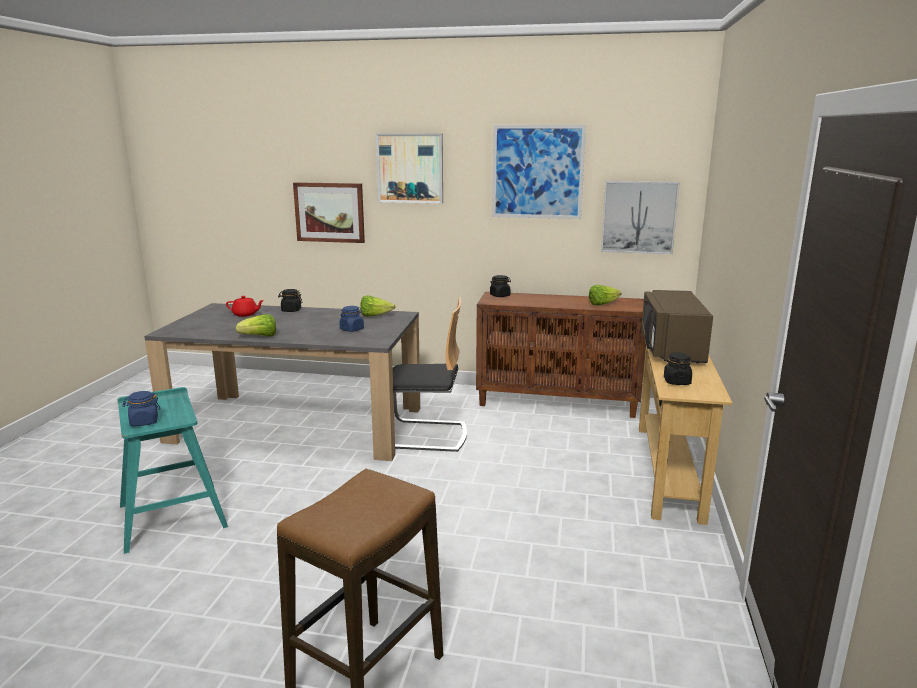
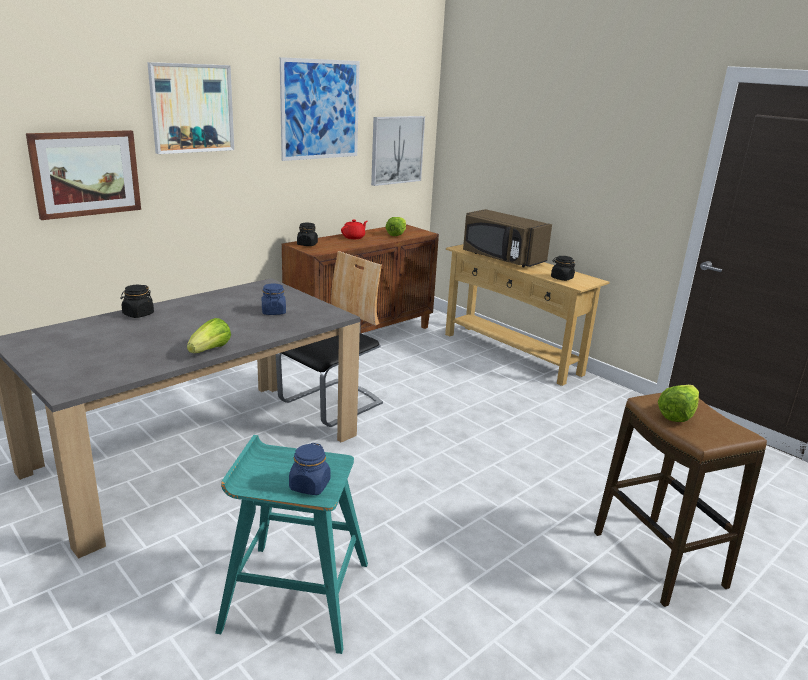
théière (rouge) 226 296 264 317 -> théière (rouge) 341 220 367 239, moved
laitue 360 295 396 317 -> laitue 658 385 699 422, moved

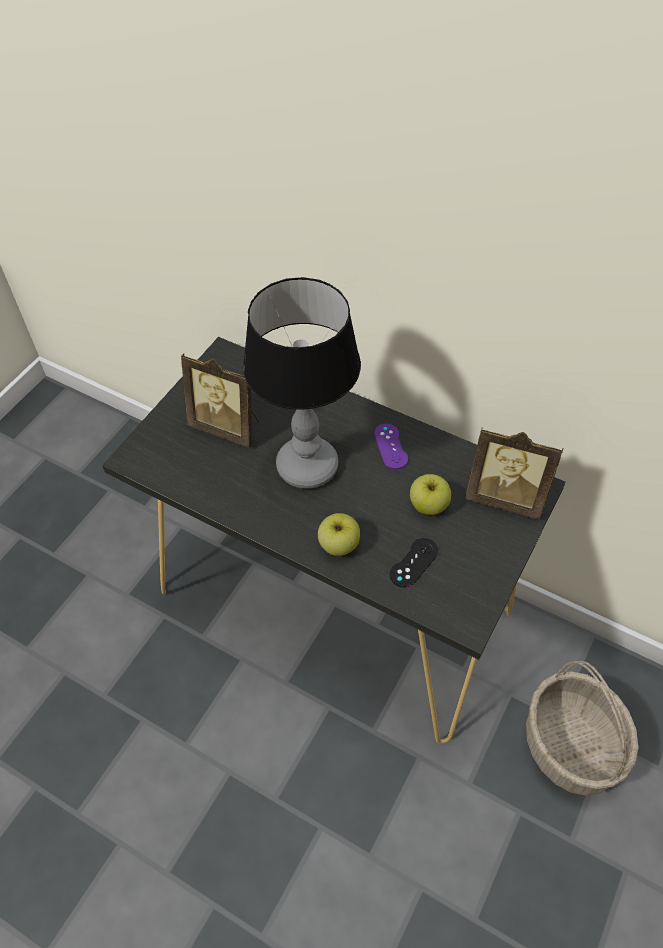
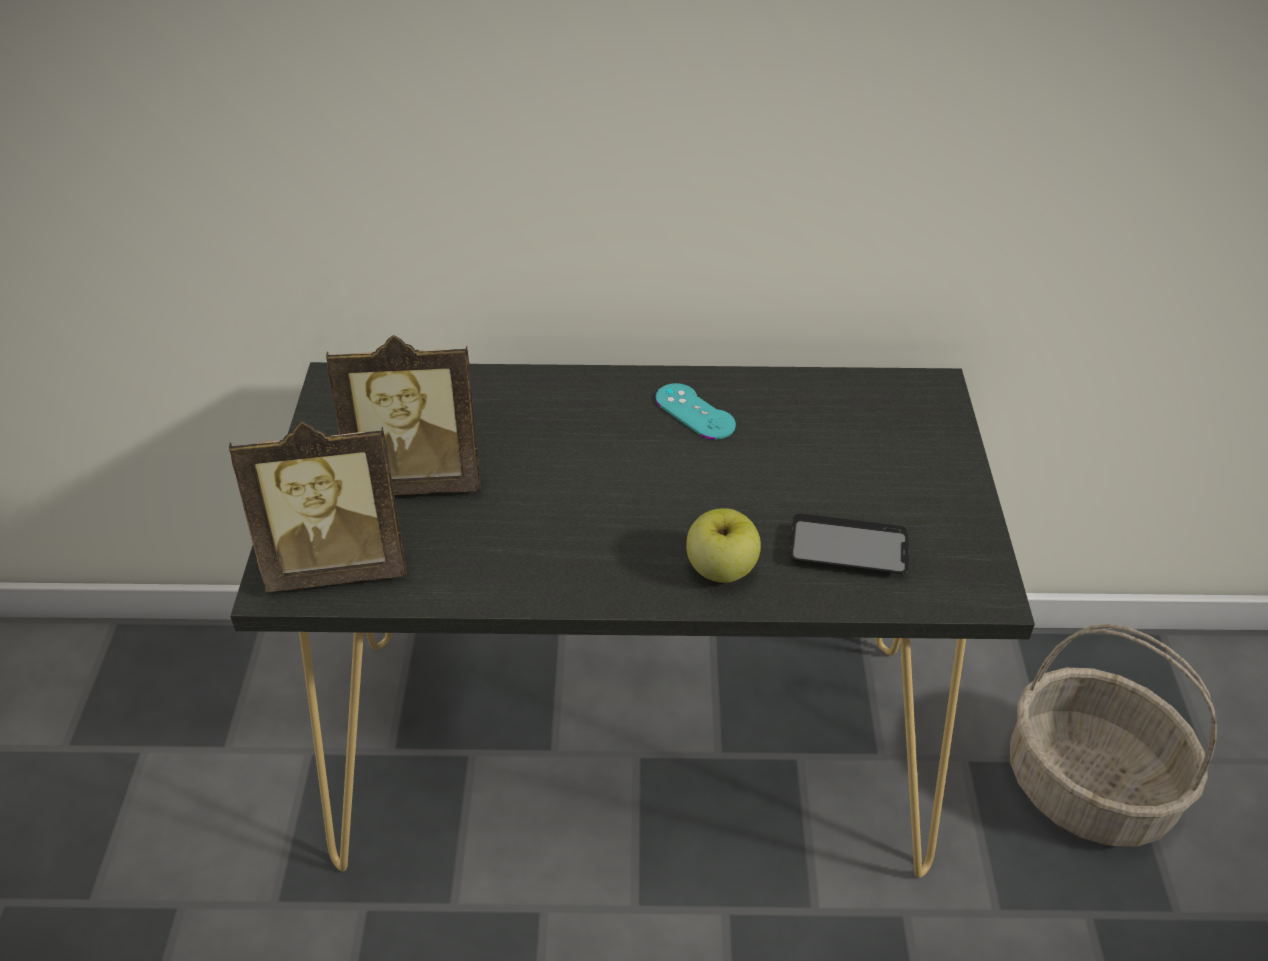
lampe de table 243 277 361 489 -> none
pomme 410 474 451 515 -> none
cadre photo 465 427 563 519 -> cadre photo 229 422 407 592, moved
manette (noir) 390 538 438 588 -> téléphone 790 513 909 574
manette (violet) 374 424 408 469 -> manette (turquoise) 655 383 736 440

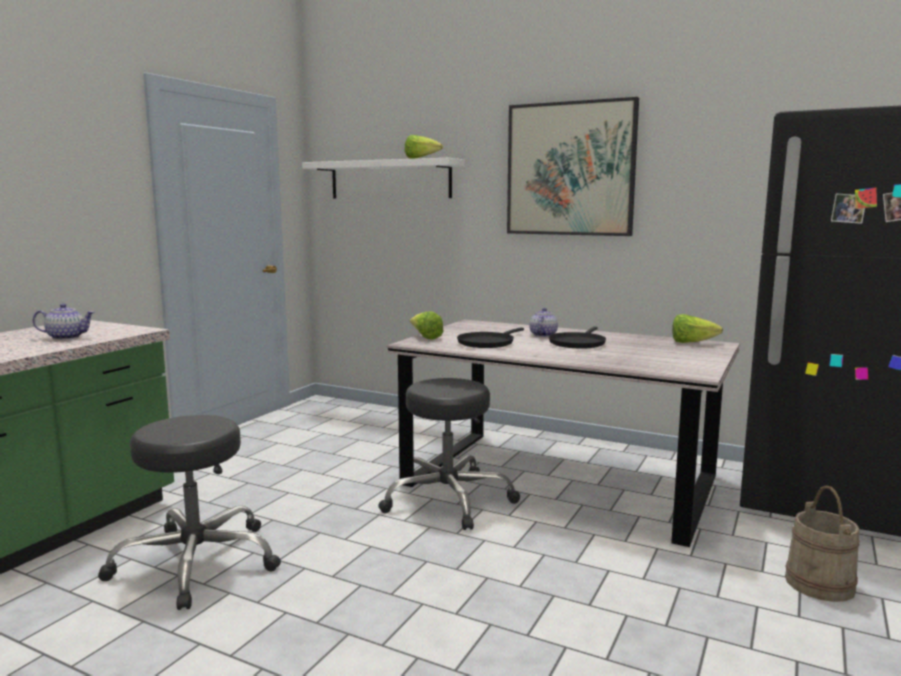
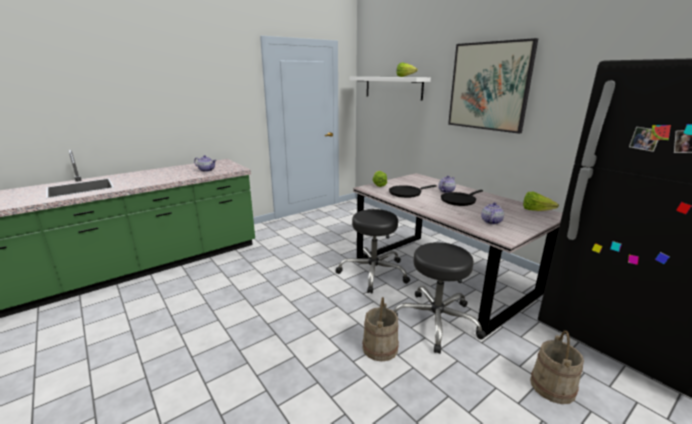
none -> seau (beige) 362 297 399 361
none -> théière 481 202 504 225
tabouret (noir) 98 415 281 610 -> tabouret (noir) 394 242 486 354, moved

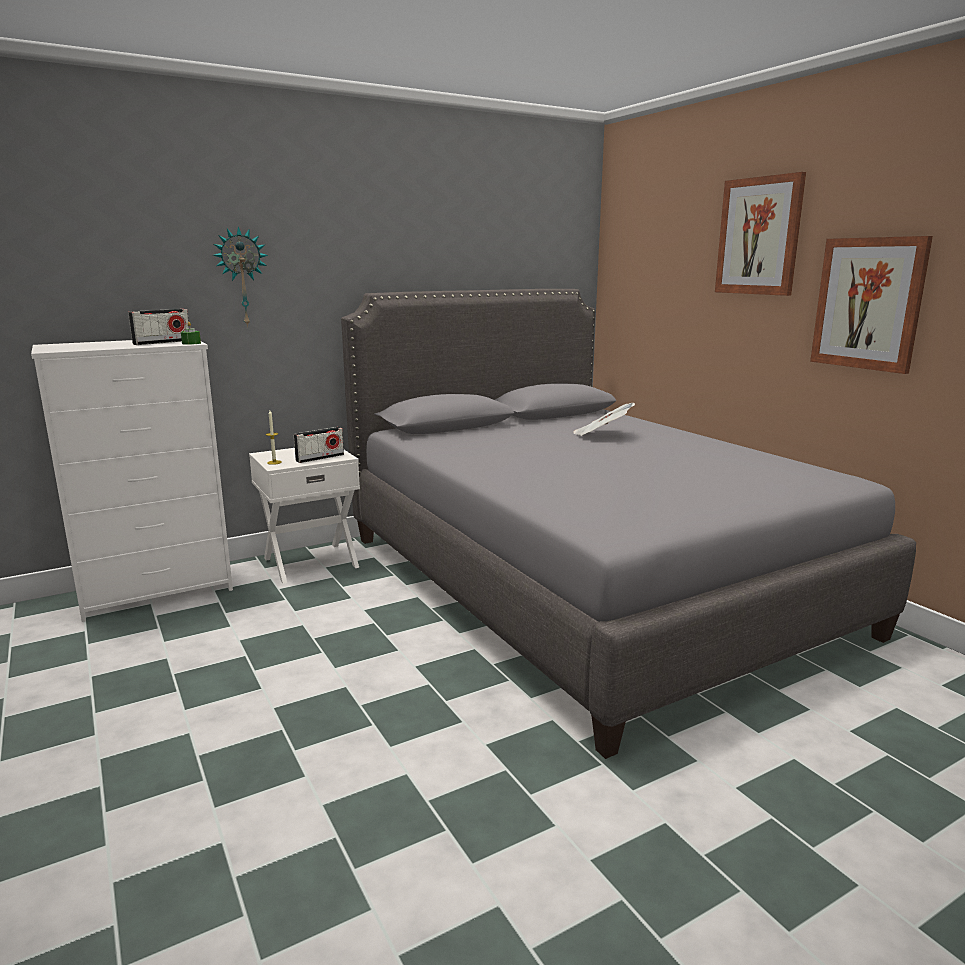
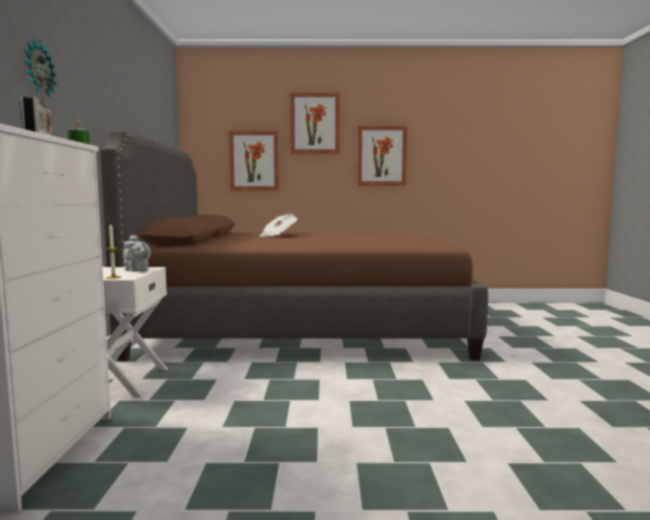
none -> tableau 229 131 279 191
radio 294 427 344 463 -> théière (gris) 123 235 151 272
lit (gris) 341 289 916 759 -> lit (marron) 99 130 488 361

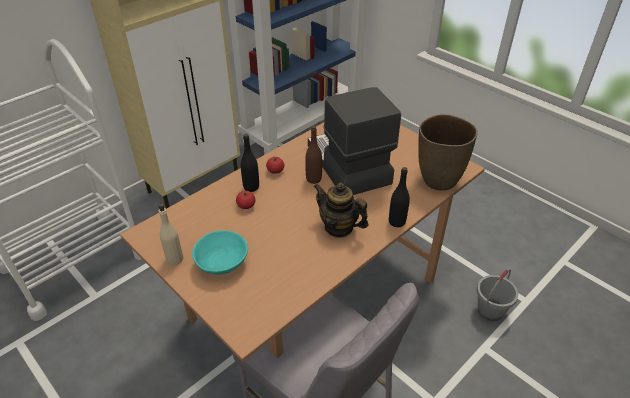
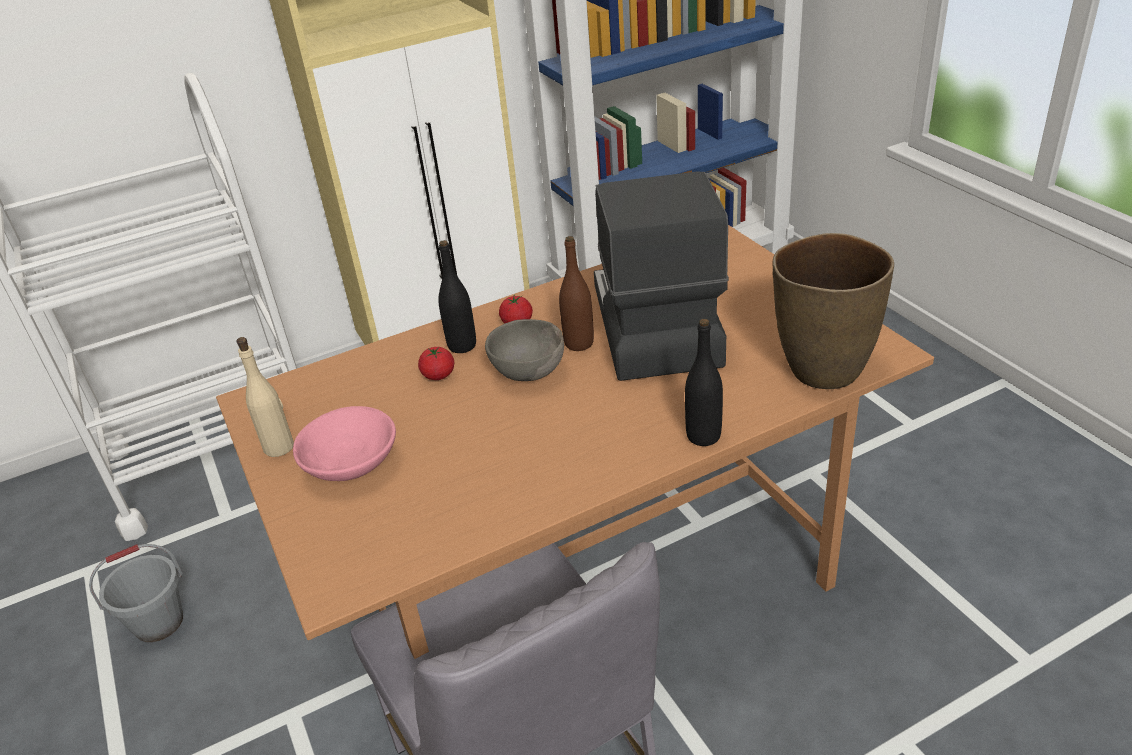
théière 313 183 369 238 -> none
none -> bol (gris) 485 319 564 381
seau (gris) 477 269 518 321 -> seau (gris) 89 544 183 642, moved
bol (turquoise) 192 230 248 275 -> bol (rose) 293 406 396 481

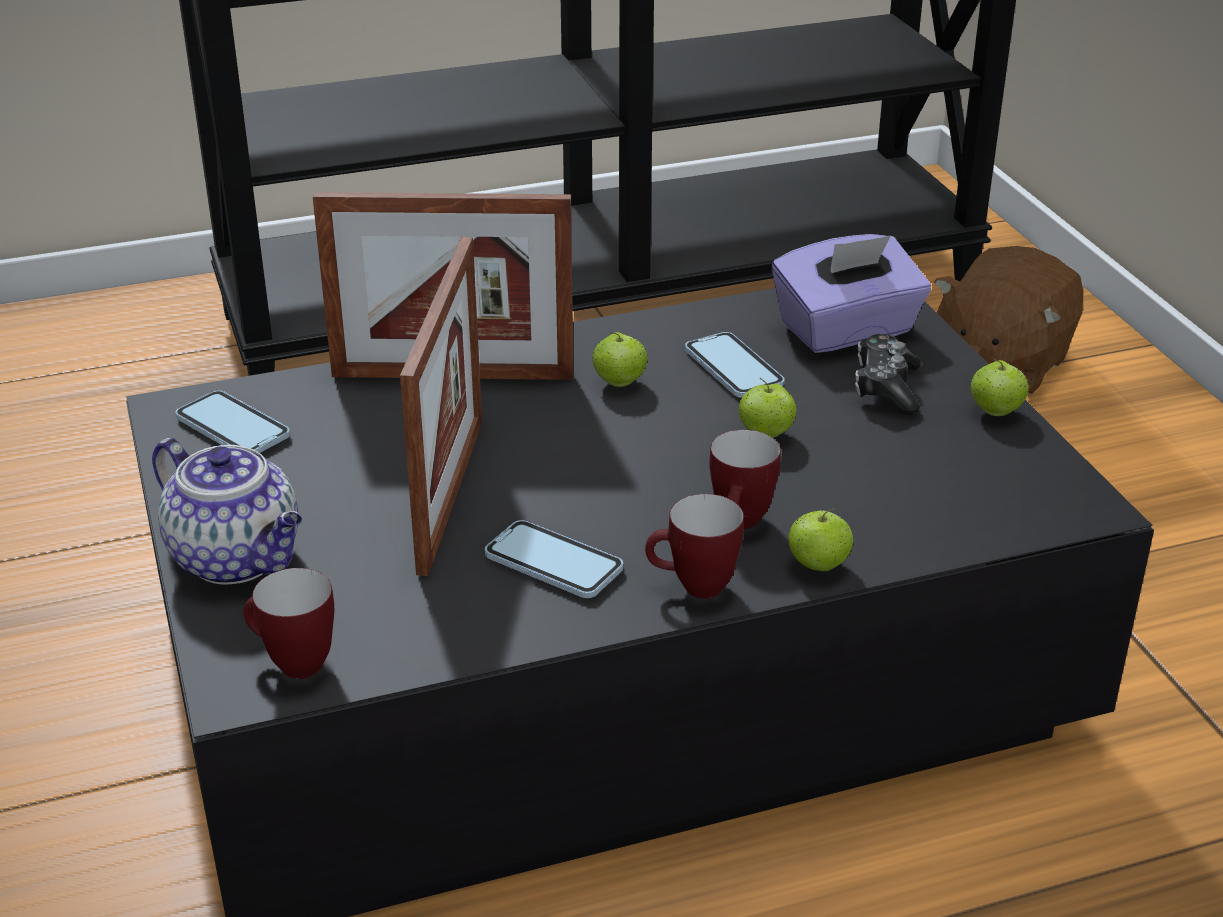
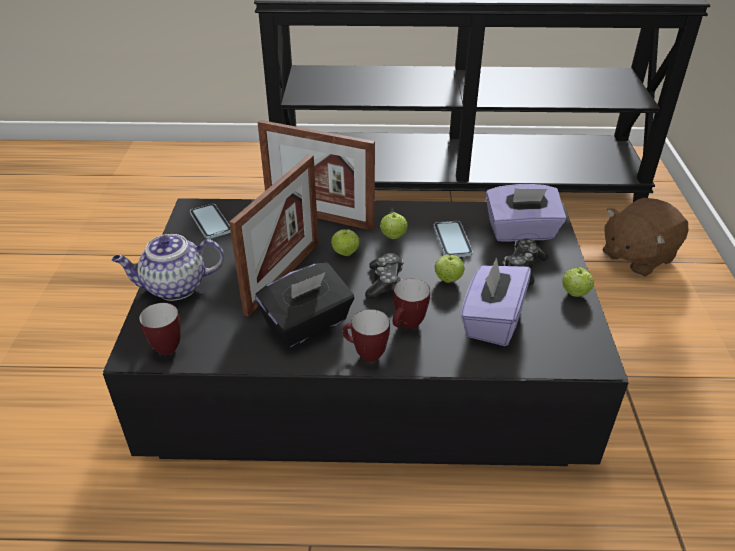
none -> manette 365 253 404 299
none -> boîte à mouchoirs (violet) 461 257 531 346
pomme 788 508 853 571 -> pomme 331 229 359 256, moved
téléphone 485 520 623 598 -> boîte à mouchoirs (noir) 255 262 354 347
théière 152 438 302 585 -> théière 112 234 224 301, 105 degrees clockwise

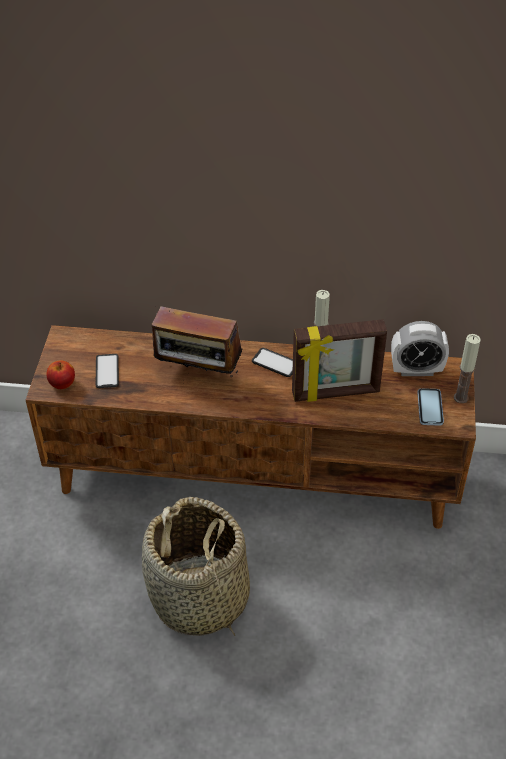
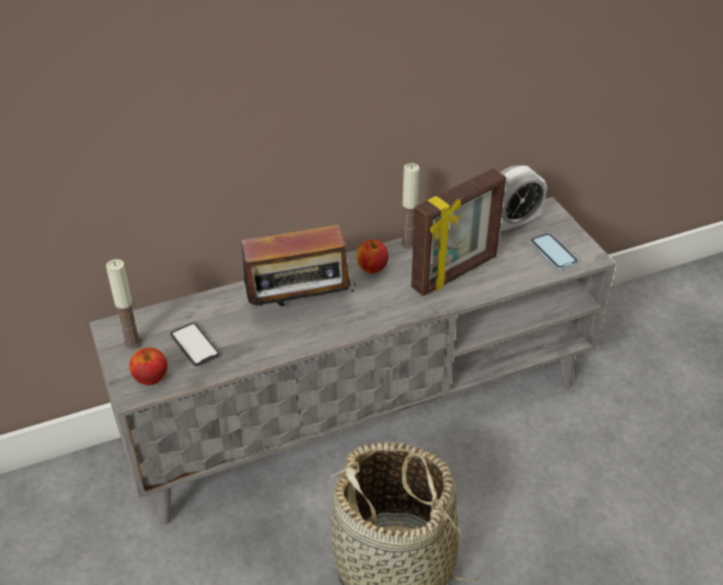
bougie 454 334 481 403 -> bougie 106 259 142 349, moved
téléphone 252 348 293 377 -> pomme 356 239 388 273
meuble télé (marron) 26 325 476 529 -> meuble télé (gris) 89 197 616 525

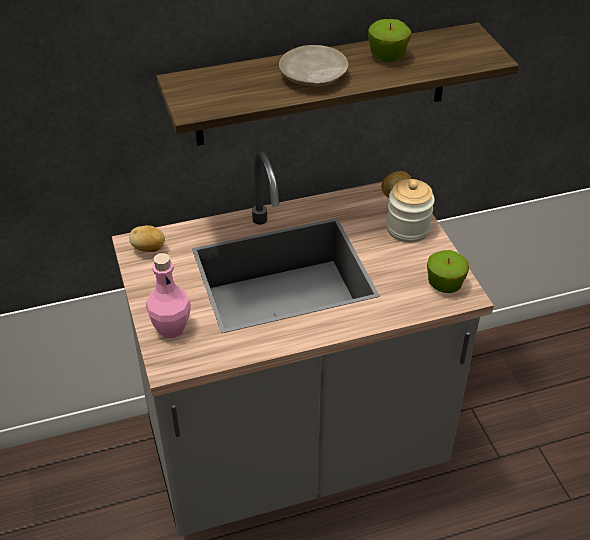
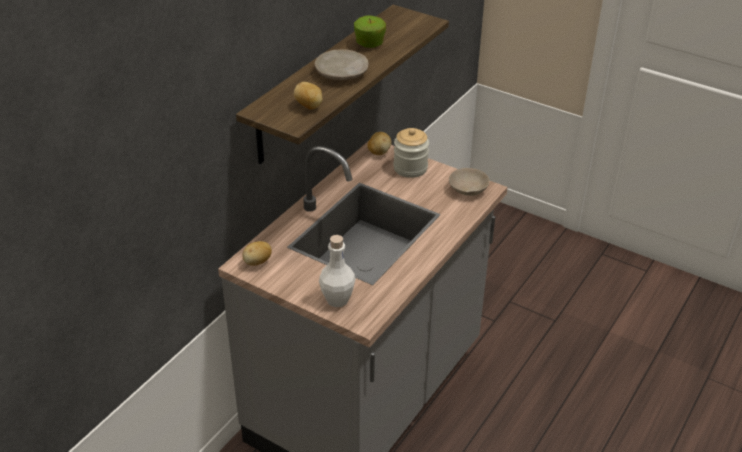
none -> pomme de terre 294 82 323 110
pomme 427 250 469 293 -> bol (beige) 449 168 490 196
bouteille (rose) 146 253 191 338 -> bouteille (blanc) 319 235 356 307

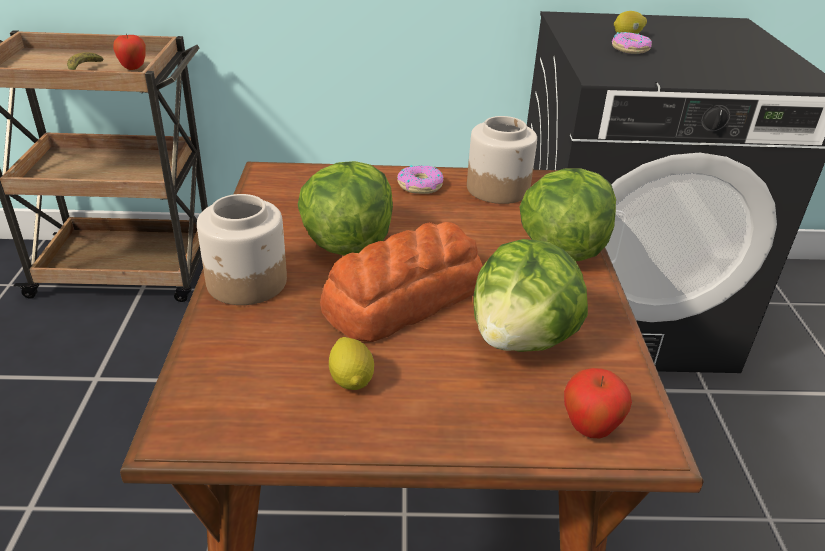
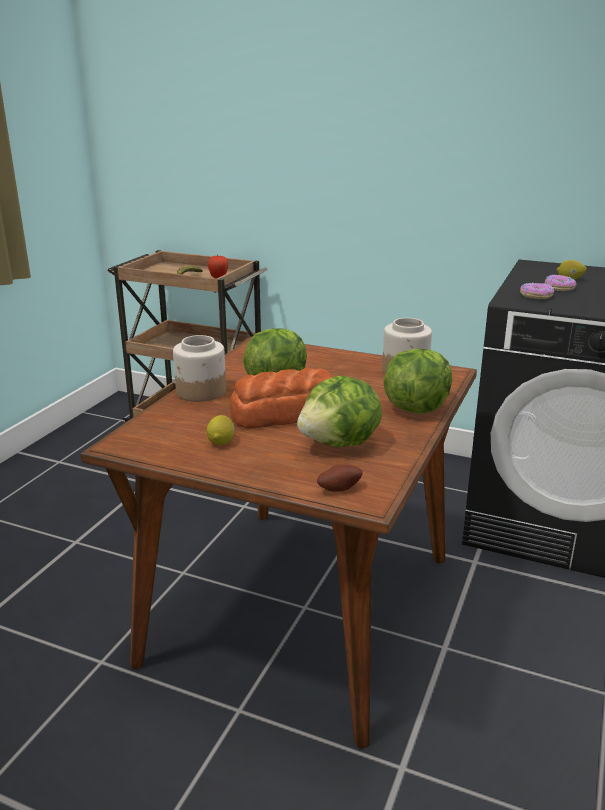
beignet 397 165 443 194 -> beignet 520 283 554 299, moved
pomme 564 368 632 439 -> pomme de terre 317 465 363 492

